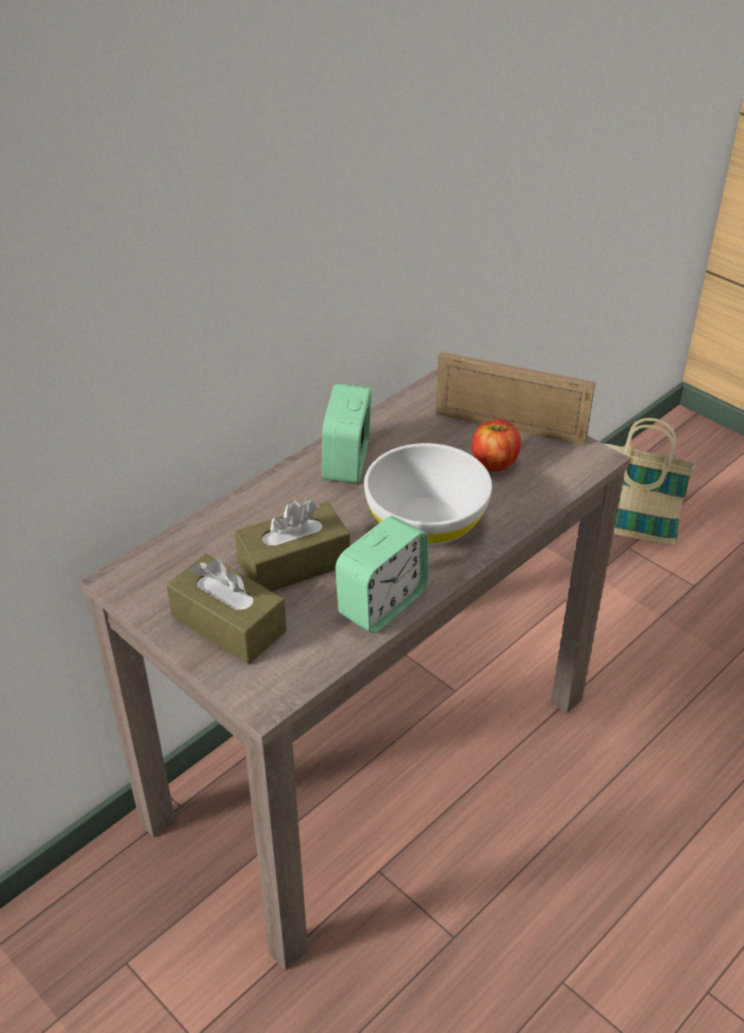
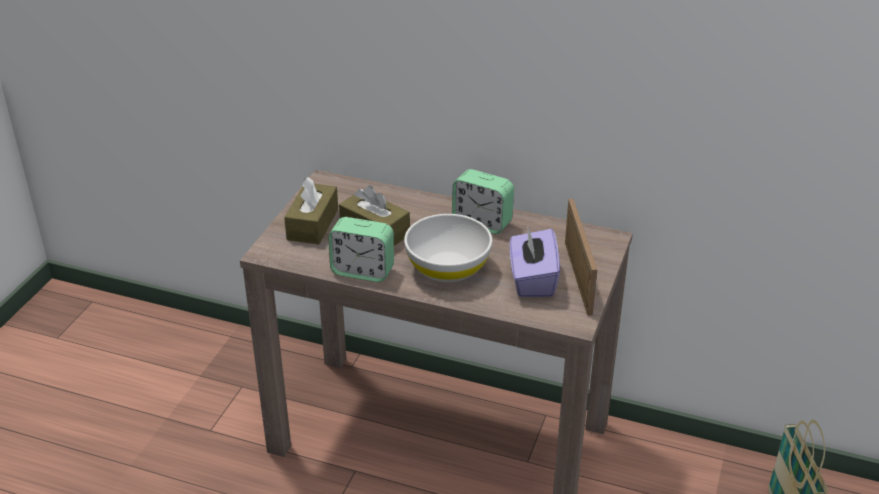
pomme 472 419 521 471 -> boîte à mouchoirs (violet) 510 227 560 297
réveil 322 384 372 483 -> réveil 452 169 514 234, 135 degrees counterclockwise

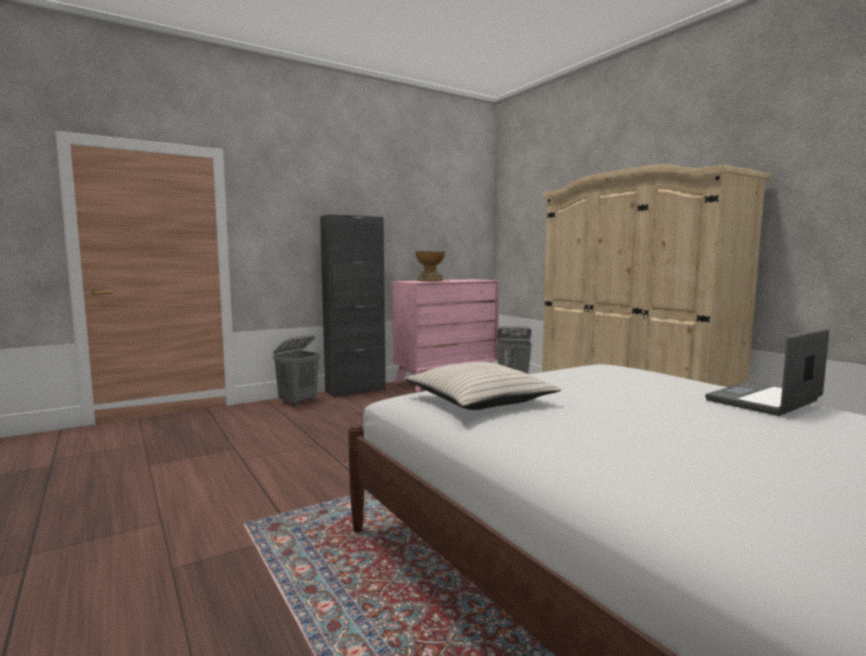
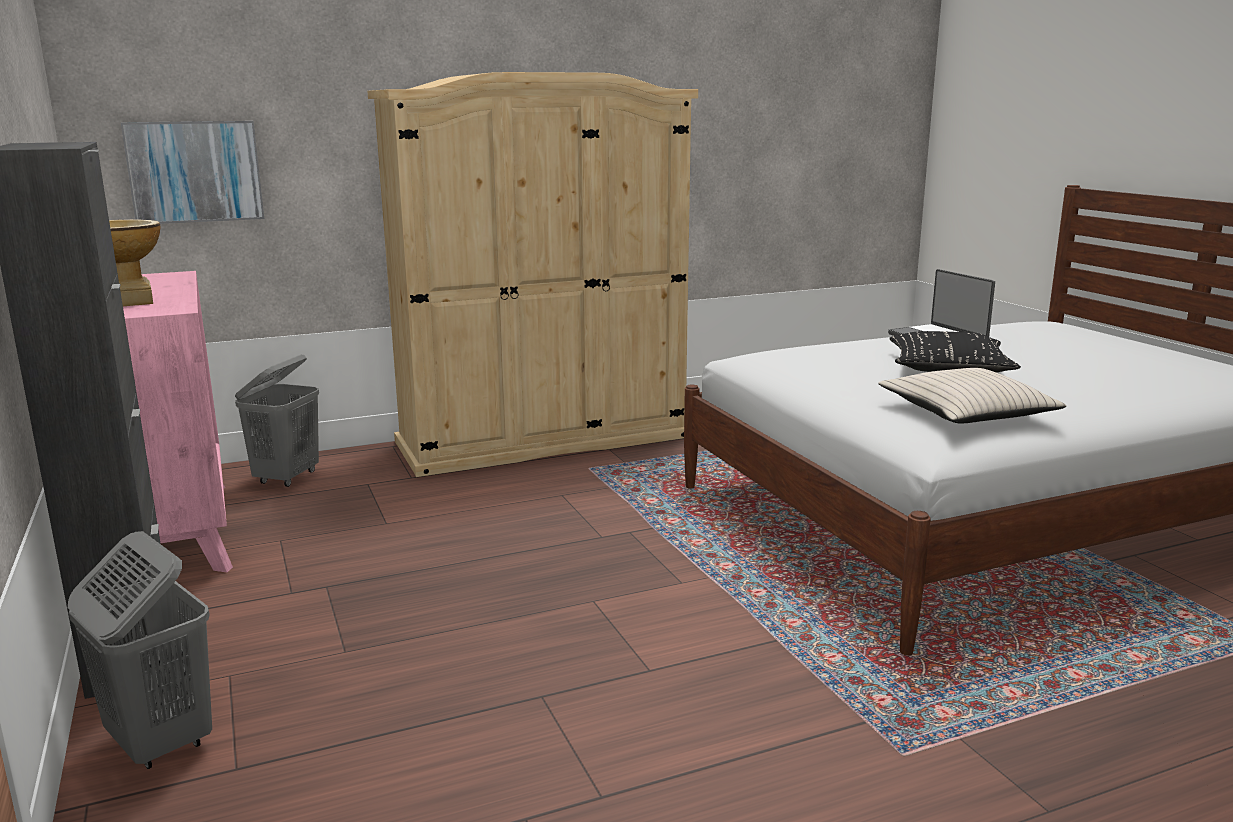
none -> tableau 121 121 264 224
none -> coussin (noir) 889 331 1021 372

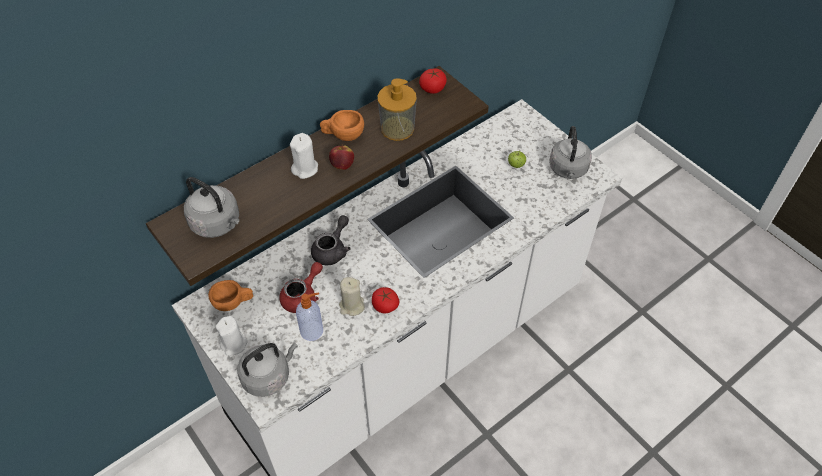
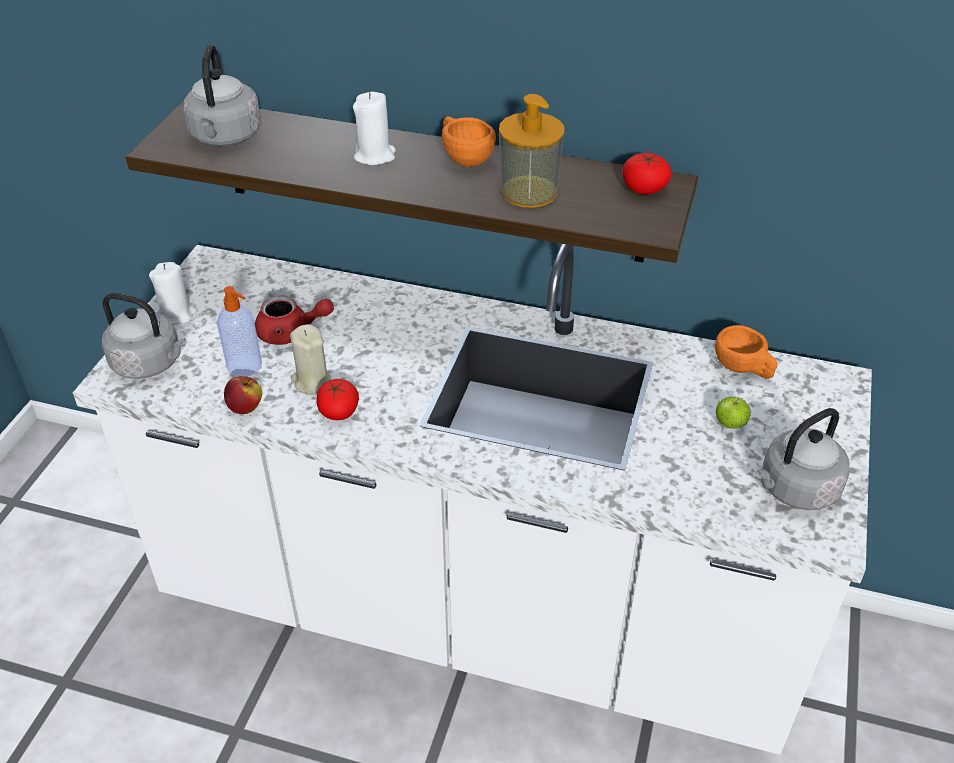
théière (gris) 311 215 351 265 -> none
tasse (orange) 208 280 253 311 -> tasse (orange) 715 325 778 379, moved
pomme 329 144 354 170 -> pomme 224 376 262 414, moved

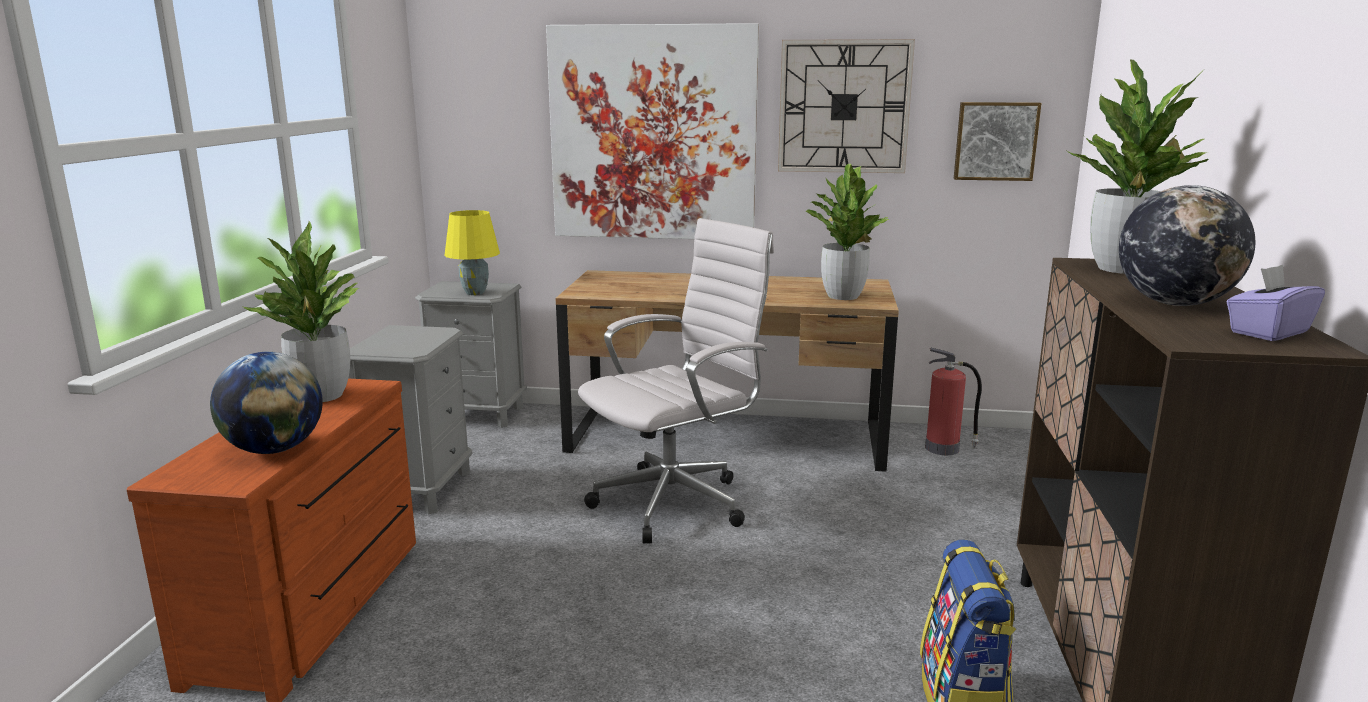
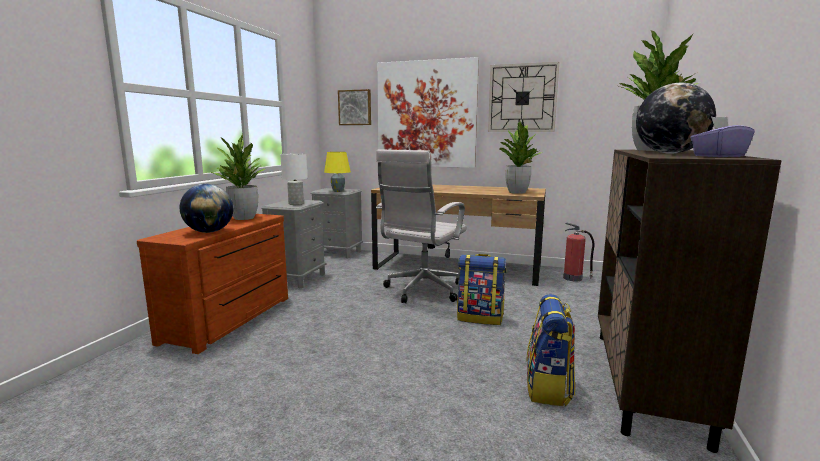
none -> lampe de table (blanc) 280 154 307 205
none -> sac à dos 457 254 506 325
tableau 954 102 1041 181 -> tableau 338 89 371 125, moved
chaise de bureau (blanc) 578 218 774 544 -> chaise de bureau (blanc) 376 149 467 303, 150 degrees clockwise

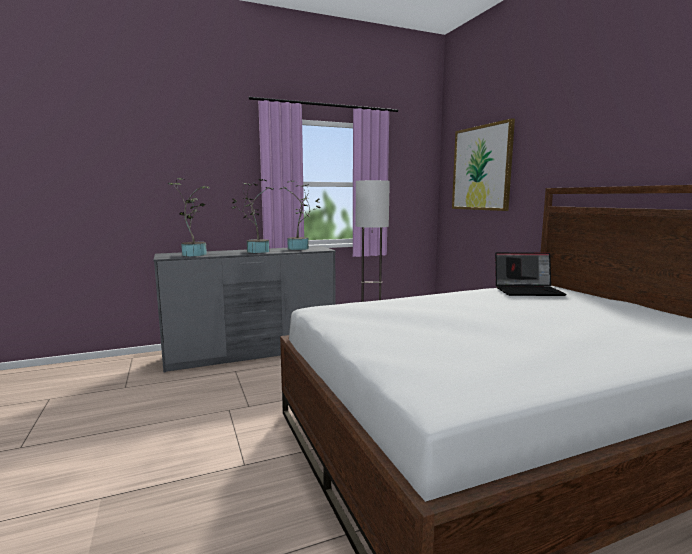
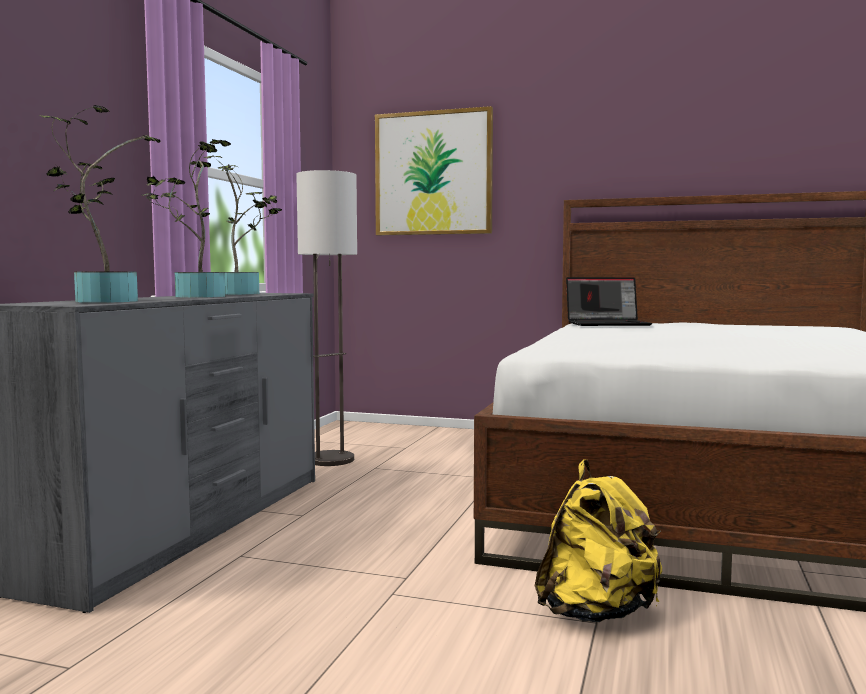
none -> sac à dos (jaune) 535 459 662 622
ordinateur portable 495 252 567 296 -> ordinateur portable 566 277 652 326, 45 degrees clockwise

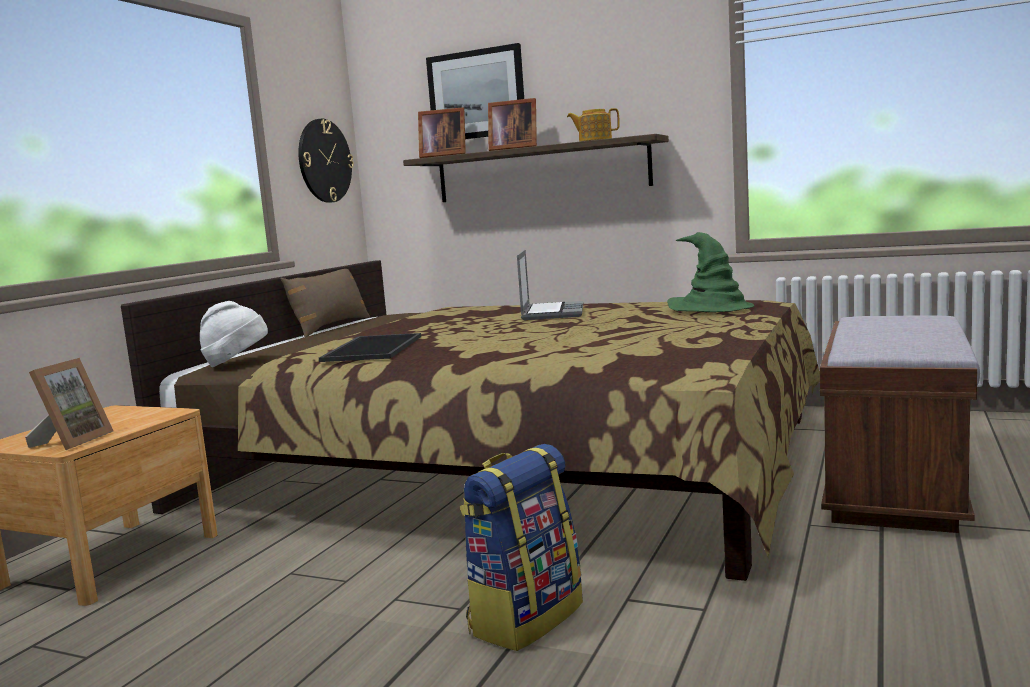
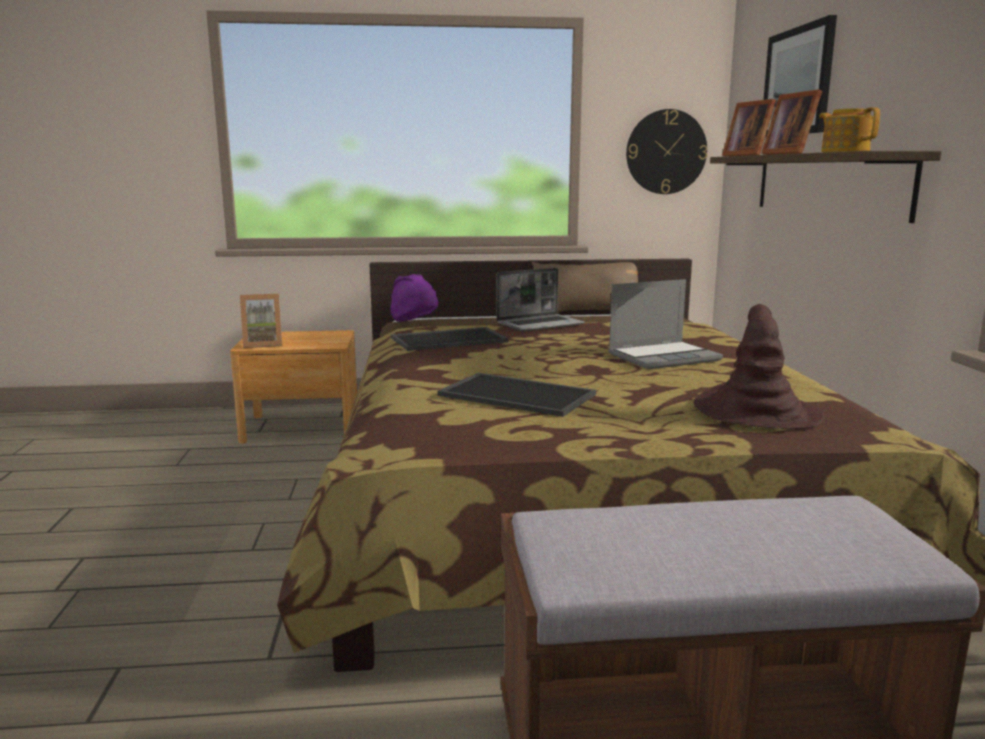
sac à dos 460 444 583 651 -> none
none -> plateau 438 373 596 417
none -> ordinateur portable 496 268 585 332
chapeau (blanc) 200 301 268 367 -> chapeau (violet) 391 274 438 322
chapeau (vert) 667 232 754 312 -> chapeau (marron) 694 304 825 429

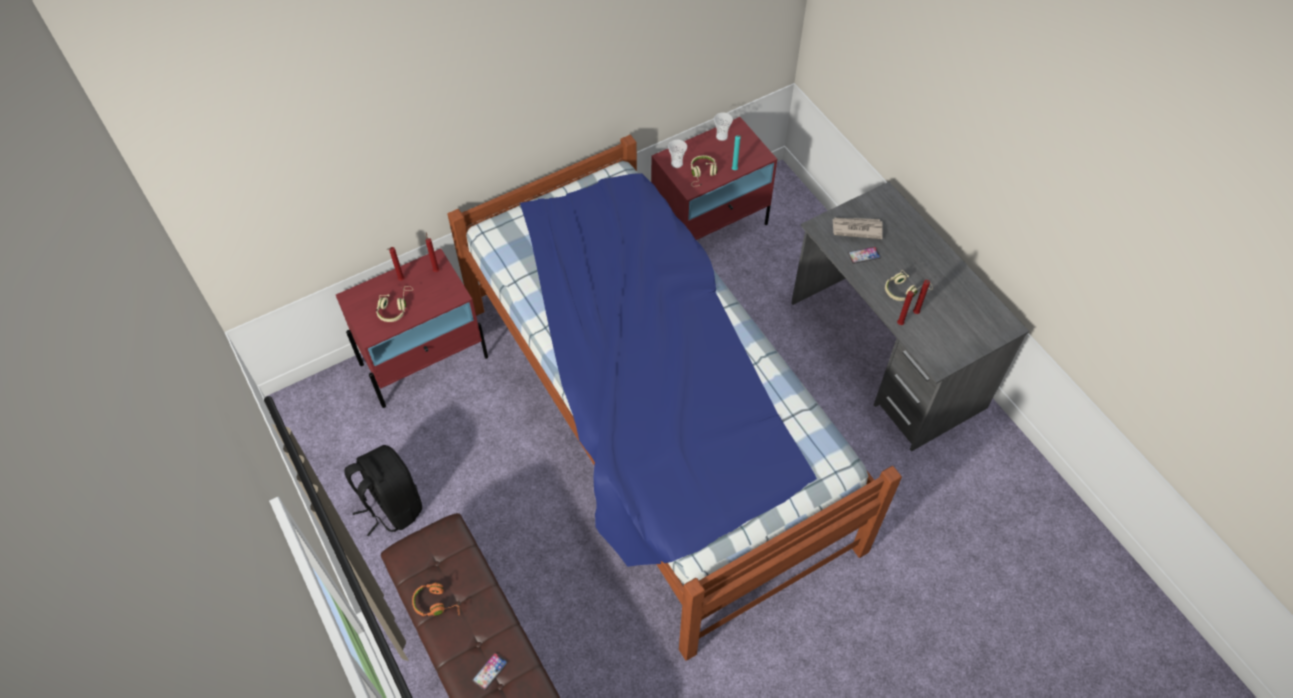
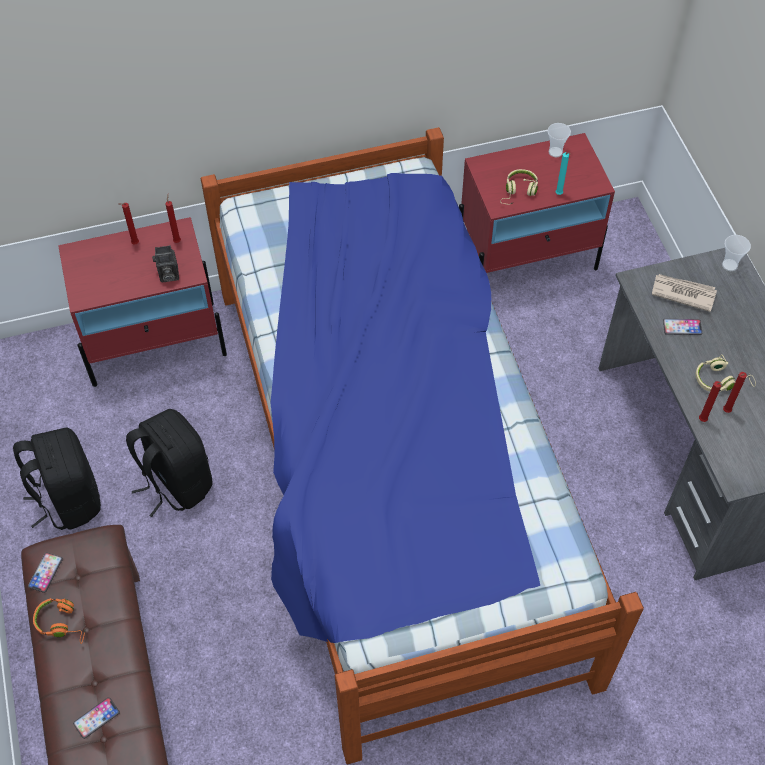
casque audio (beige) 376 286 413 322 -> none
none -> téléphone 28 552 63 593
none -> sac à dos (noir) 126 409 212 517
none -> appareil photo 152 245 179 282
tasse 668 140 687 168 -> tasse 722 235 751 271, moved

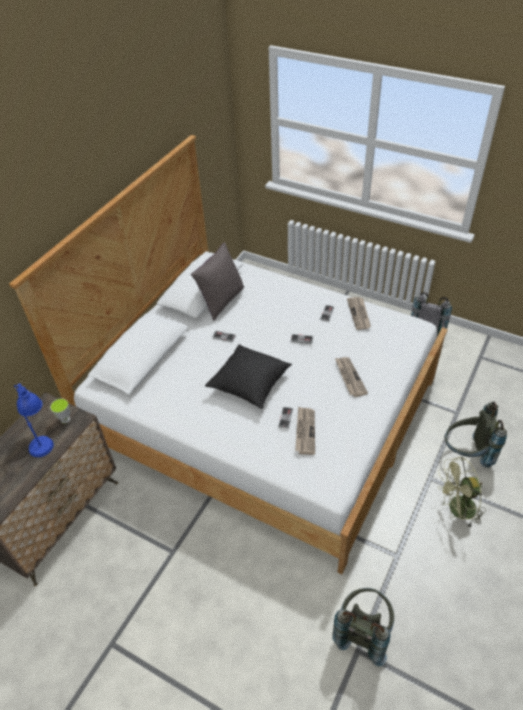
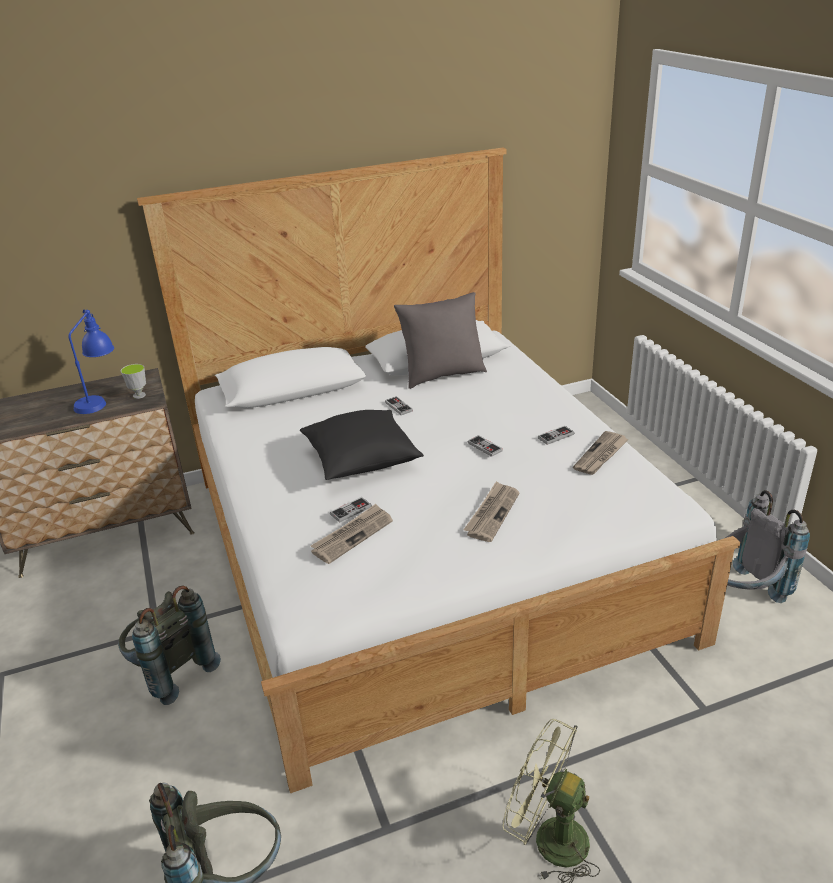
sac à dos (gris) 445 402 507 468 -> sac à dos (gris) 118 586 221 705, moved

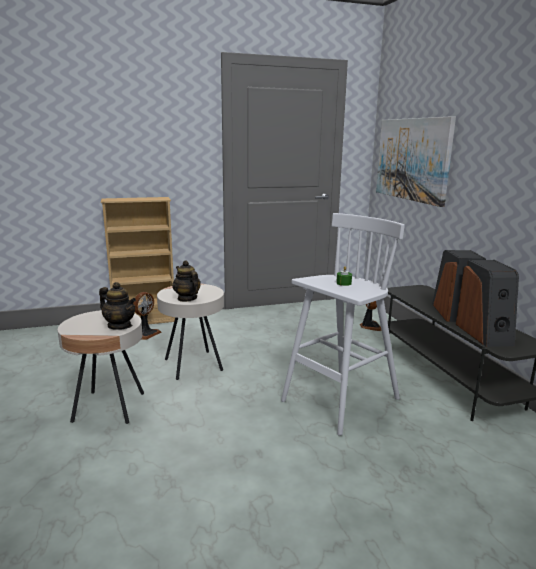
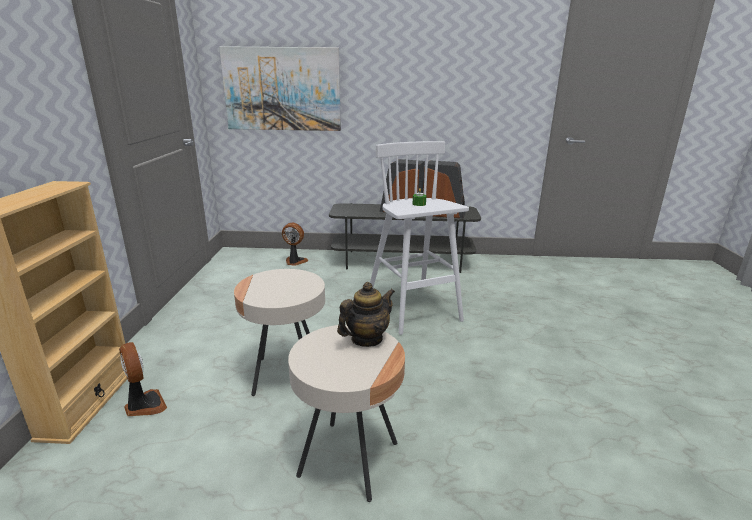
théière 172 260 201 302 -> none

